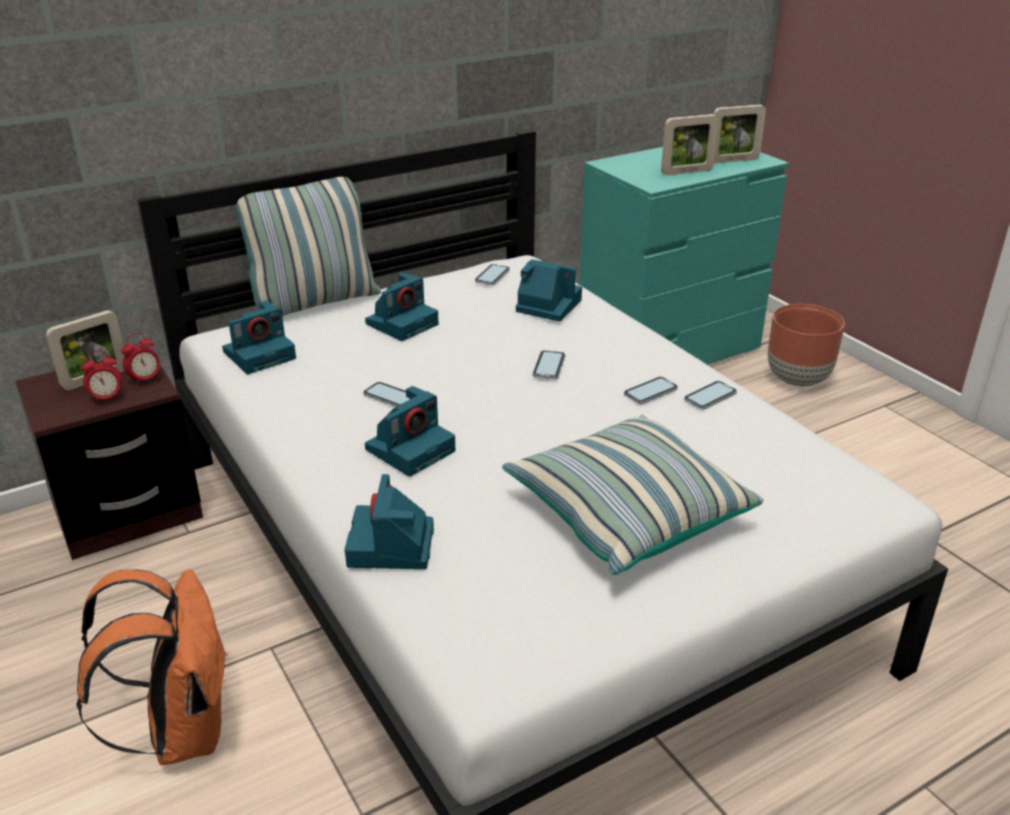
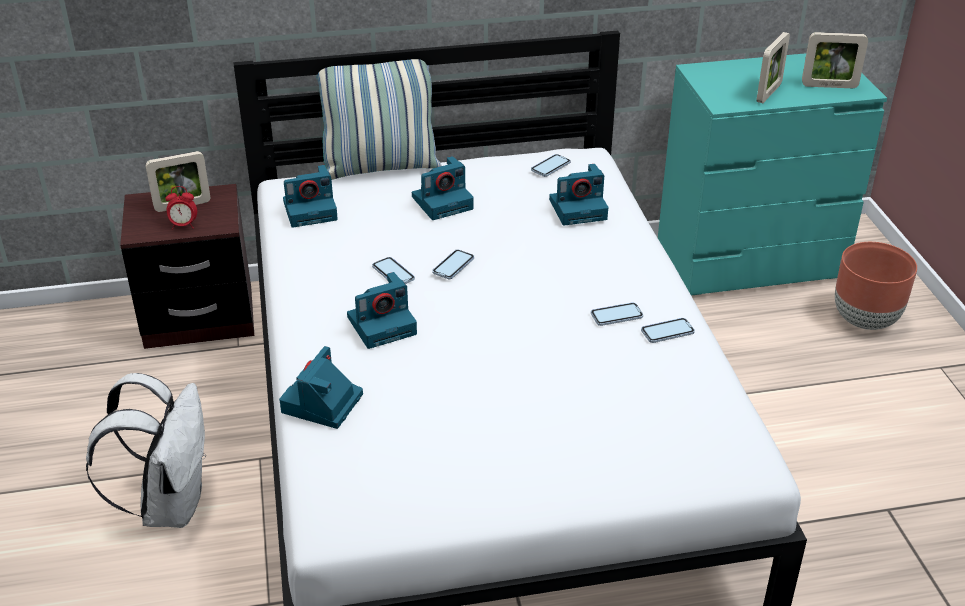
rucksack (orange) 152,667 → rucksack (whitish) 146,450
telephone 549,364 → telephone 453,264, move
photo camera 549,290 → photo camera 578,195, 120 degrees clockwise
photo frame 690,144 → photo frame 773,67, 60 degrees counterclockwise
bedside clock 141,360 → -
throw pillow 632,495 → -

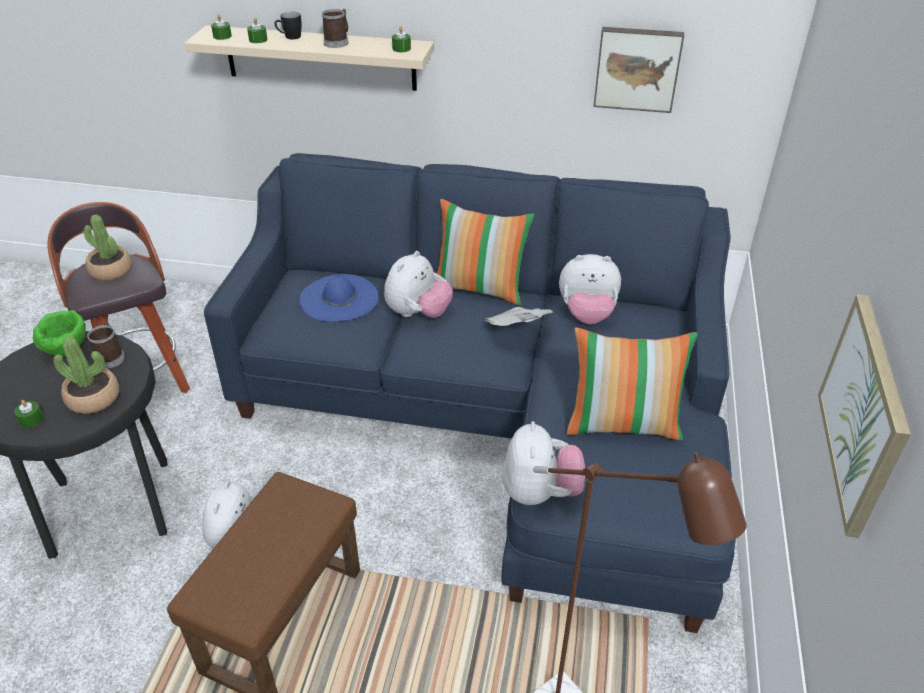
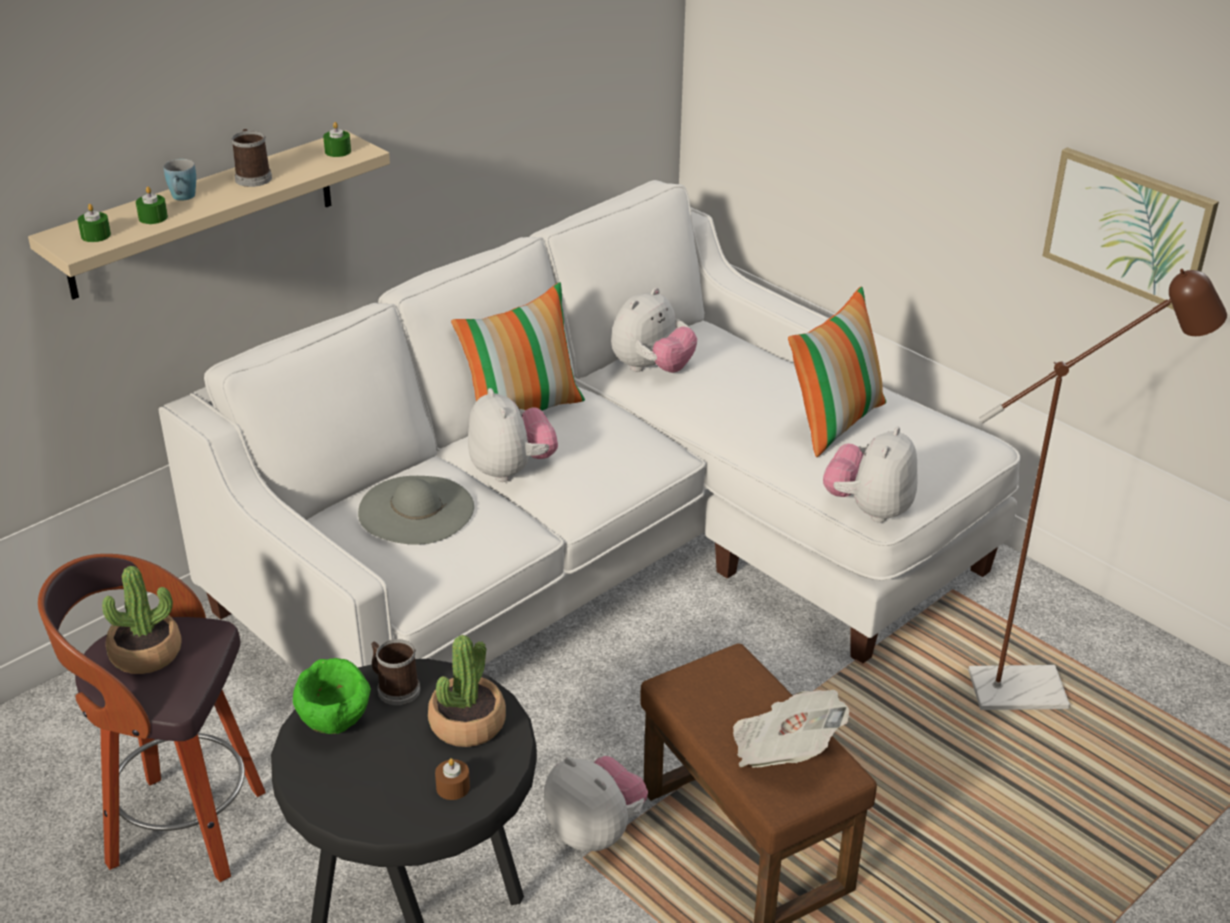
settee (blue-coloured) 470,393 → settee (whitish) 589,427
tea mug (black-coloured) 288,26 → tea mug (blue-coloured) 180,180
hat (blue-coloured) 339,298 → hat (greyish) 416,510
wax candle (greenish) 29,414 → wax candle (brown-coloured) 452,779
daily paper 519,316 → daily paper 791,729, move
plush toy 543,463 → plush toy 870,475, 105 degrees counterclockwise
wall picture 639,70 → -

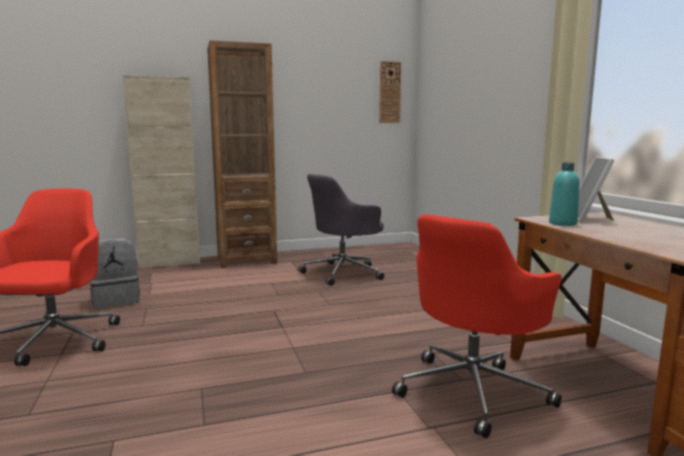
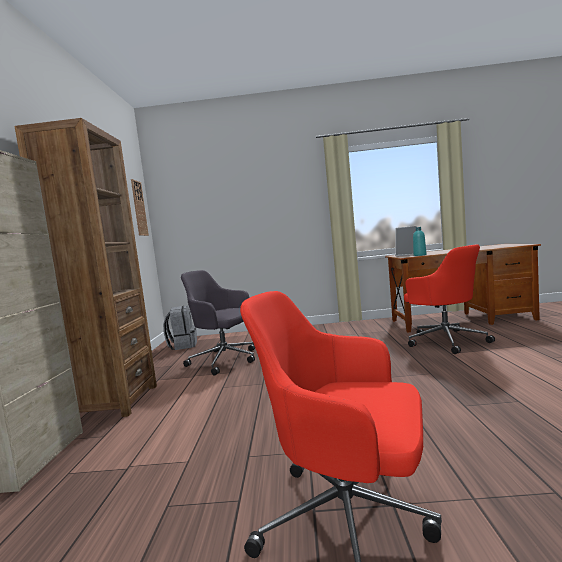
rucksack (greyish) 115,273 → rucksack (greyish) 180,328, move
desk chair (greyish) 341,230 → desk chair (greyish) 218,322, 135 degrees clockwise

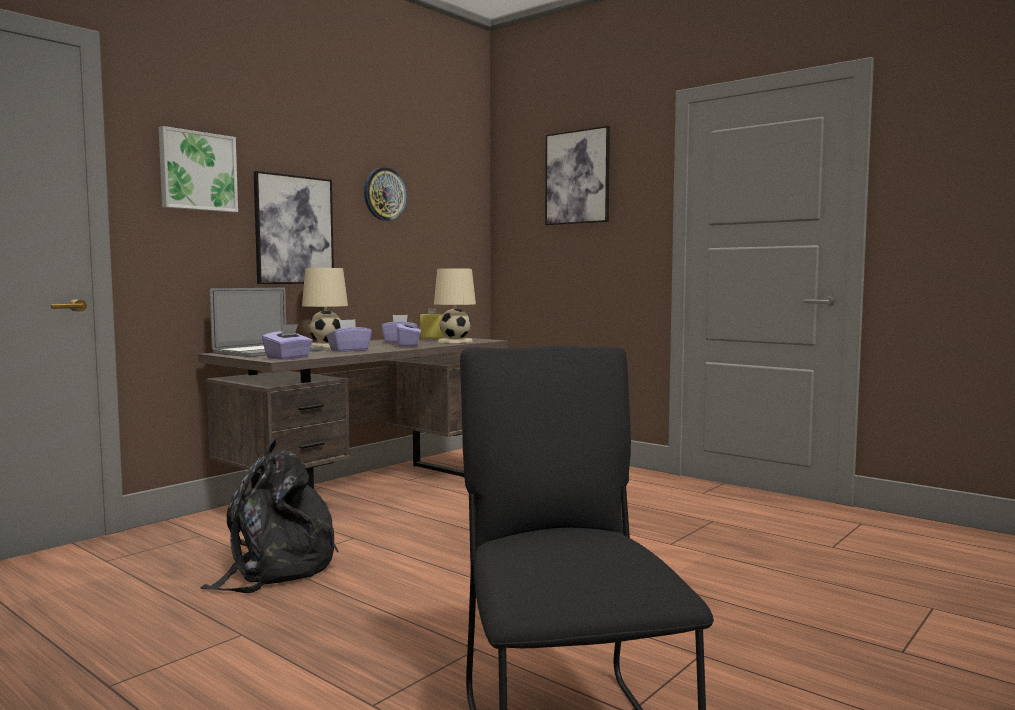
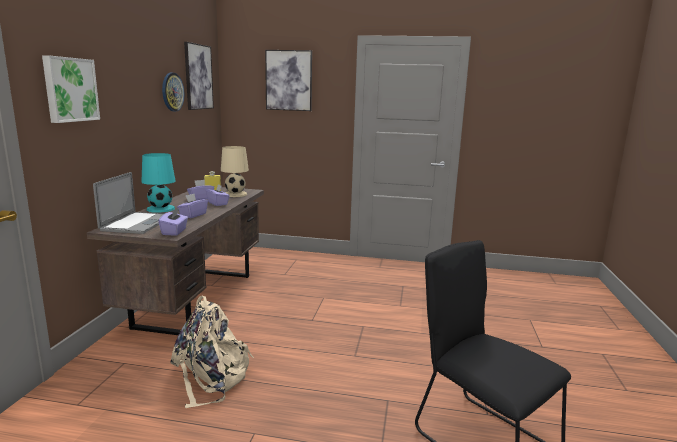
table lamp (beige-coloured) 325,308 → table lamp (turquoise) 158,183
rucksack (black-coloured) 269,515 → rucksack (beige-coloured) 212,352
wall picture 294,227 → wall picture 199,76, move

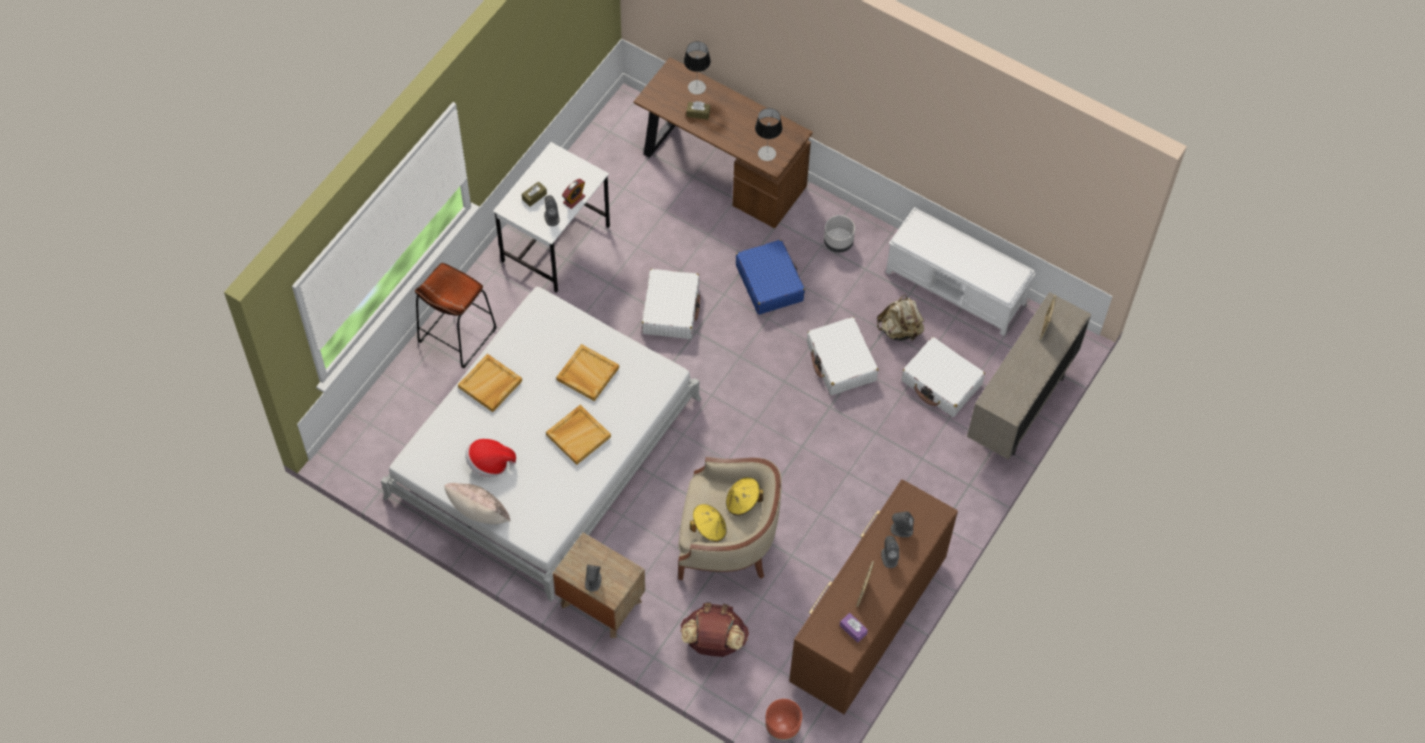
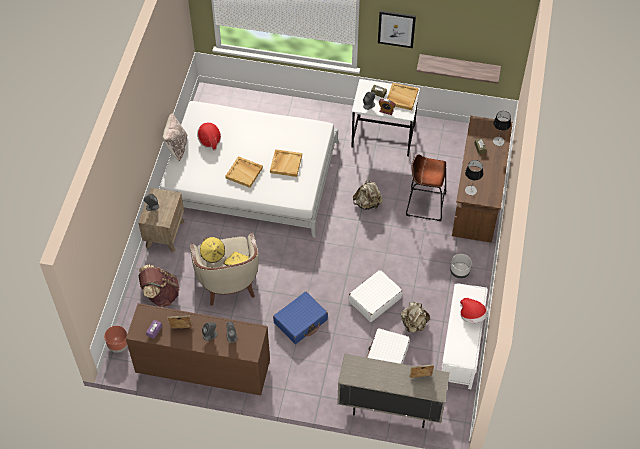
piece of luggage (blue-coloured) 770,277 → piece of luggage (blue-coloured) 300,317, move
piece of luggage (whitish) 671,304 → rucksack (beige-coloured) 368,194
- → wall picture 397,29
carrying tray (beige-coloured) 490,383 → carrying tray (beige-coloured) 403,96, move
stool (brown-coloured) 455,315 → stool (brown-coloured) 426,187, move
- → bracket shelf 458,69
- → hat 474,310

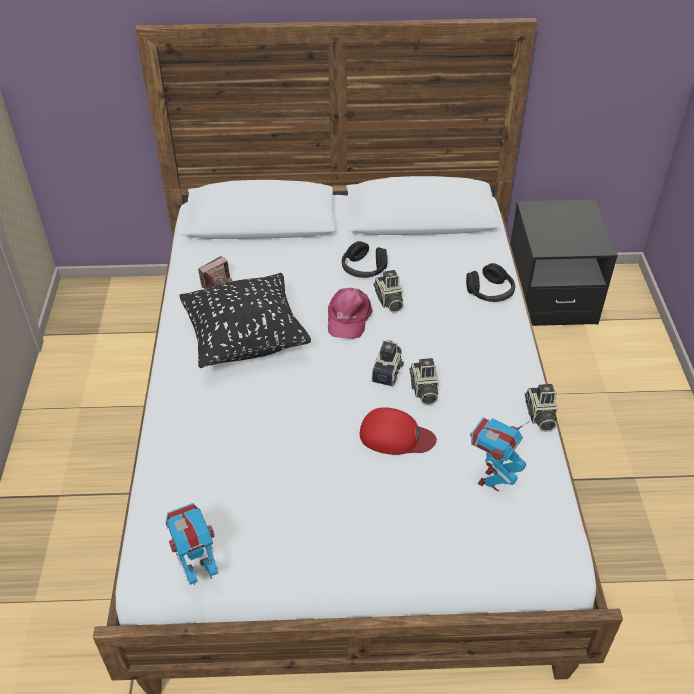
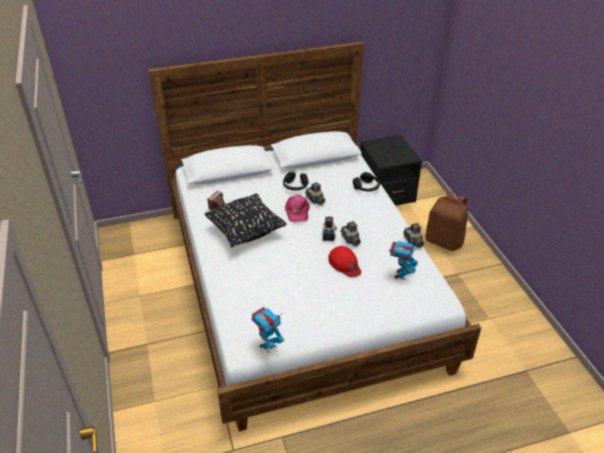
baseball cap (reddish) 398,431 → baseball cap (reddish) 344,261, 60 degrees clockwise
- → rucksack (brown-coloured) 447,221

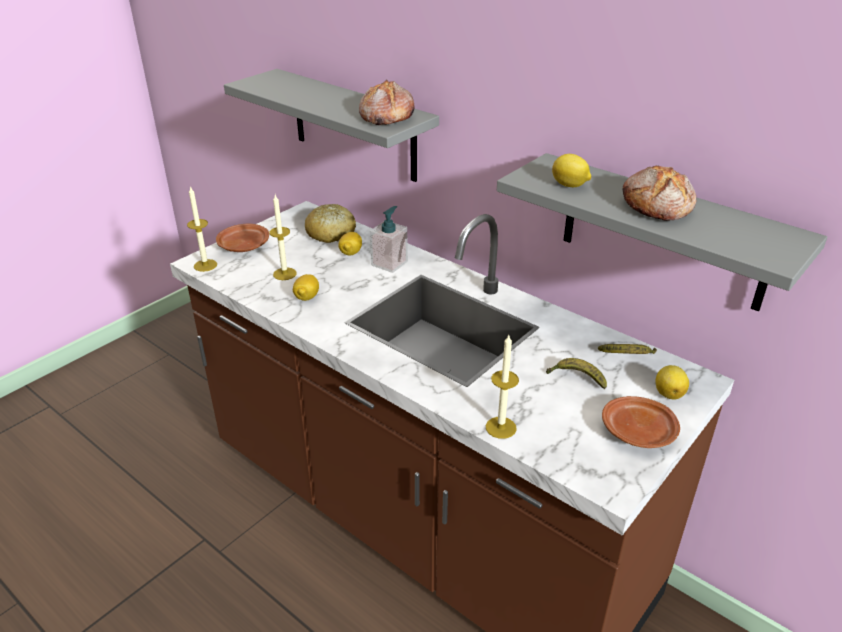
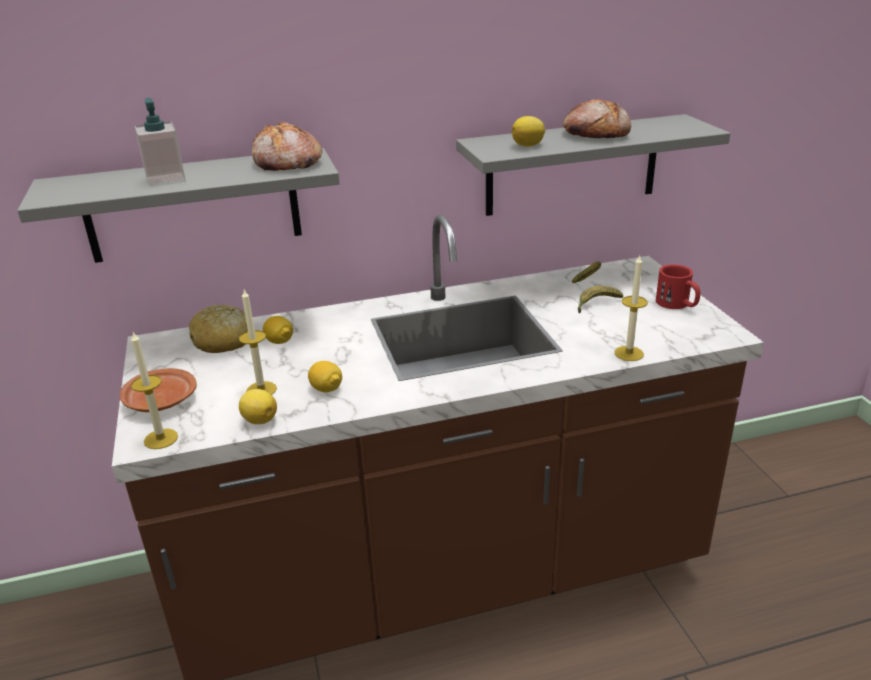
soap dispenser 389,239 → soap dispenser 160,142, move
citrus fruit 672,382 → citrus fruit 258,406, move
dinner plate (brown-coloured) 641,422 → tea mug (reddish) 678,286

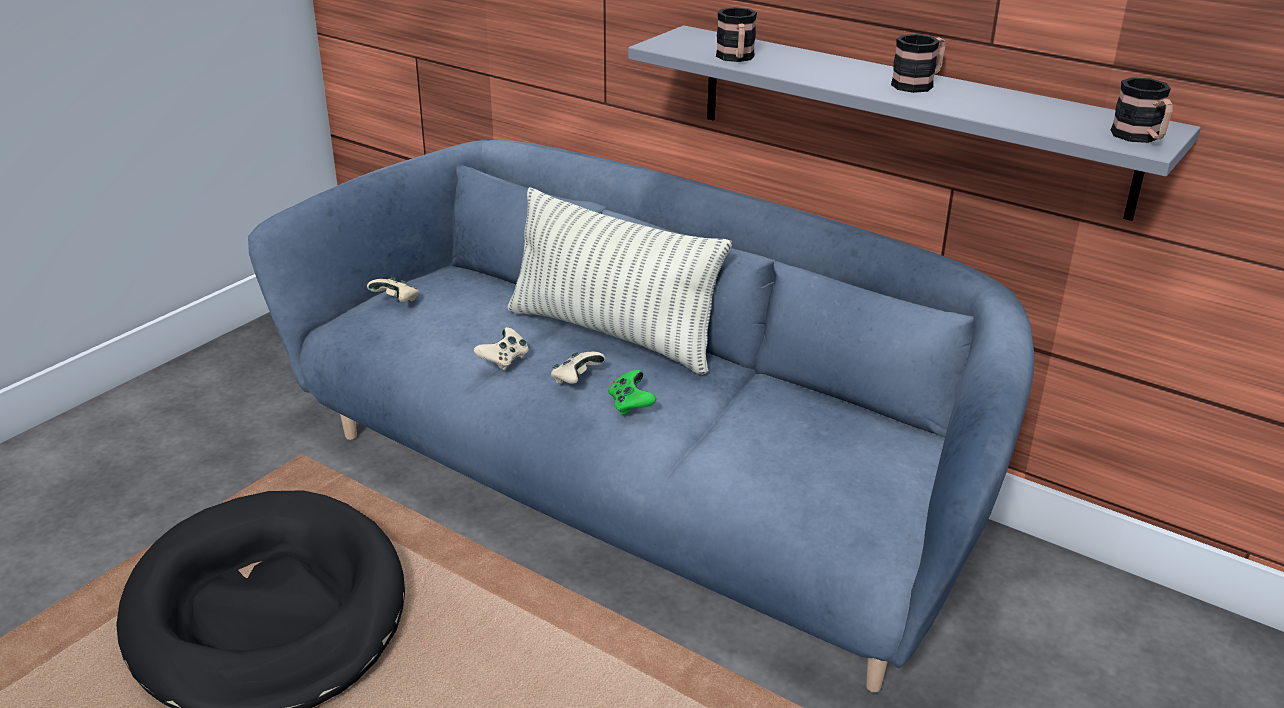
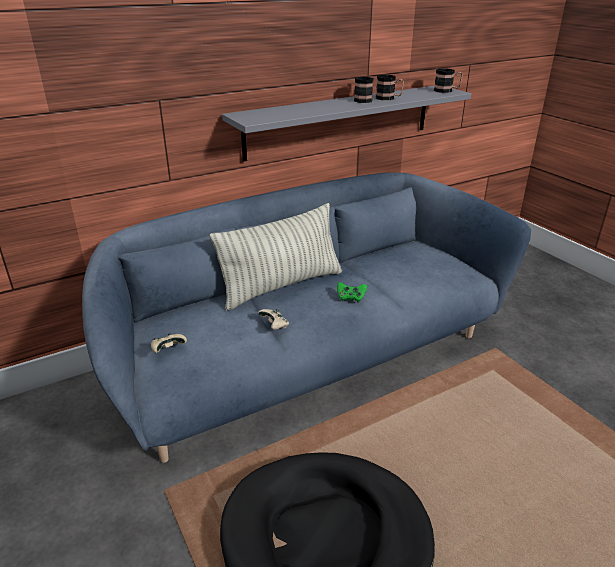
tea mug 736,34 → tea mug 390,87, move
game controller (beige-coloured) 578,368 → -

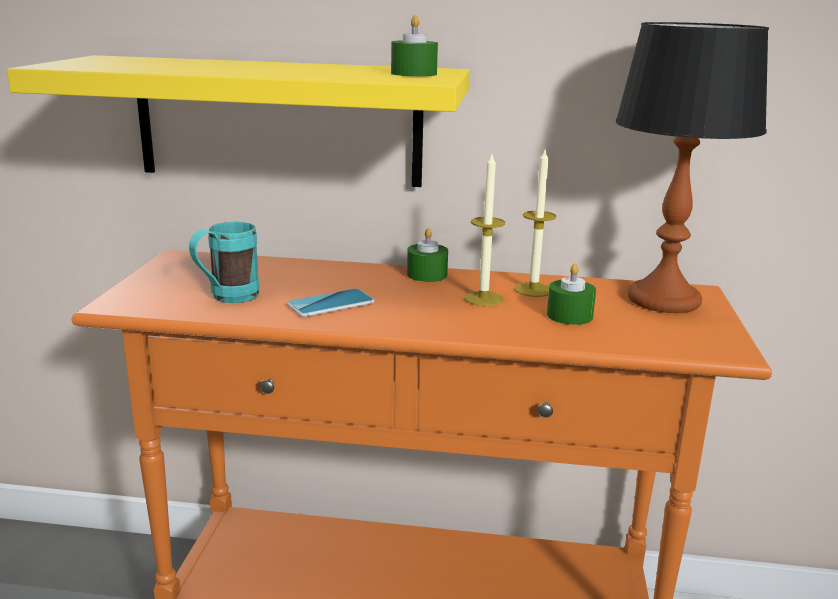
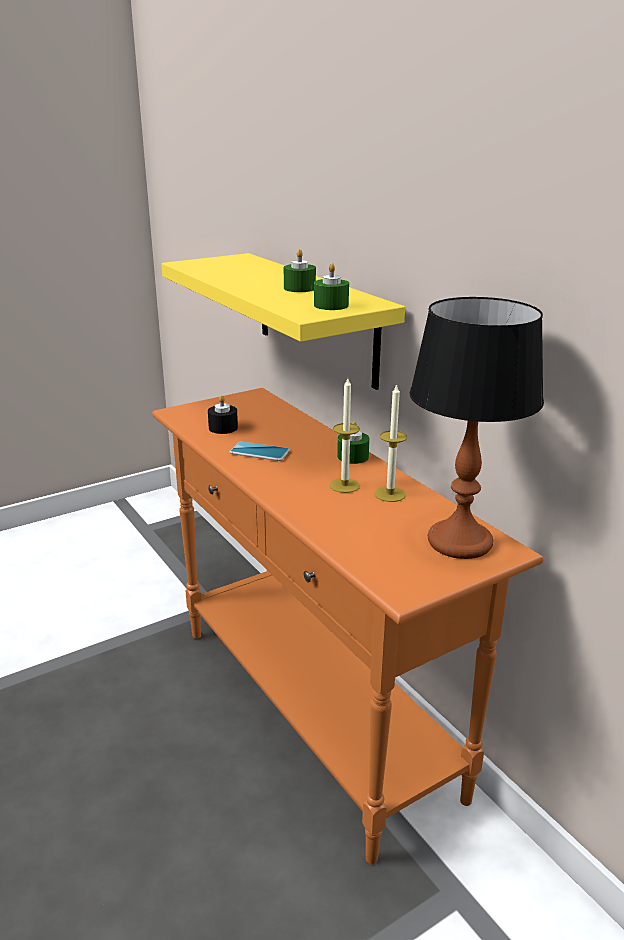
tea mug (turquoise) 224,262 → wax candle (black-coloured) 223,414
wax candle (greenish) 571,294 → wax candle (greenish) 300,270, move

